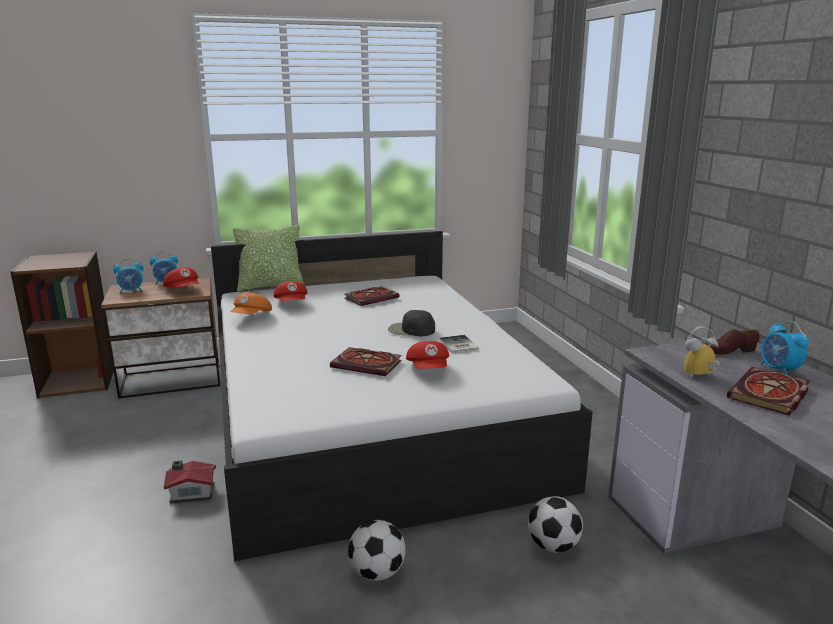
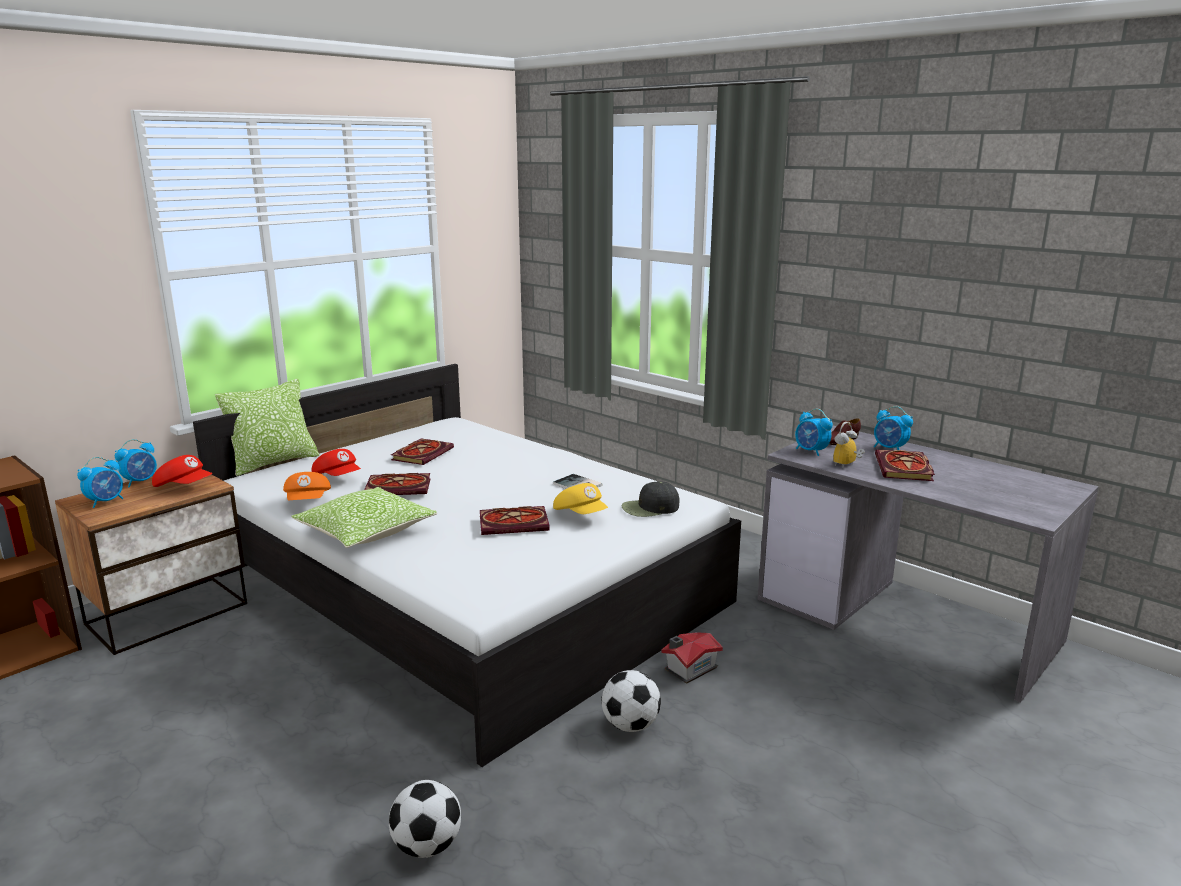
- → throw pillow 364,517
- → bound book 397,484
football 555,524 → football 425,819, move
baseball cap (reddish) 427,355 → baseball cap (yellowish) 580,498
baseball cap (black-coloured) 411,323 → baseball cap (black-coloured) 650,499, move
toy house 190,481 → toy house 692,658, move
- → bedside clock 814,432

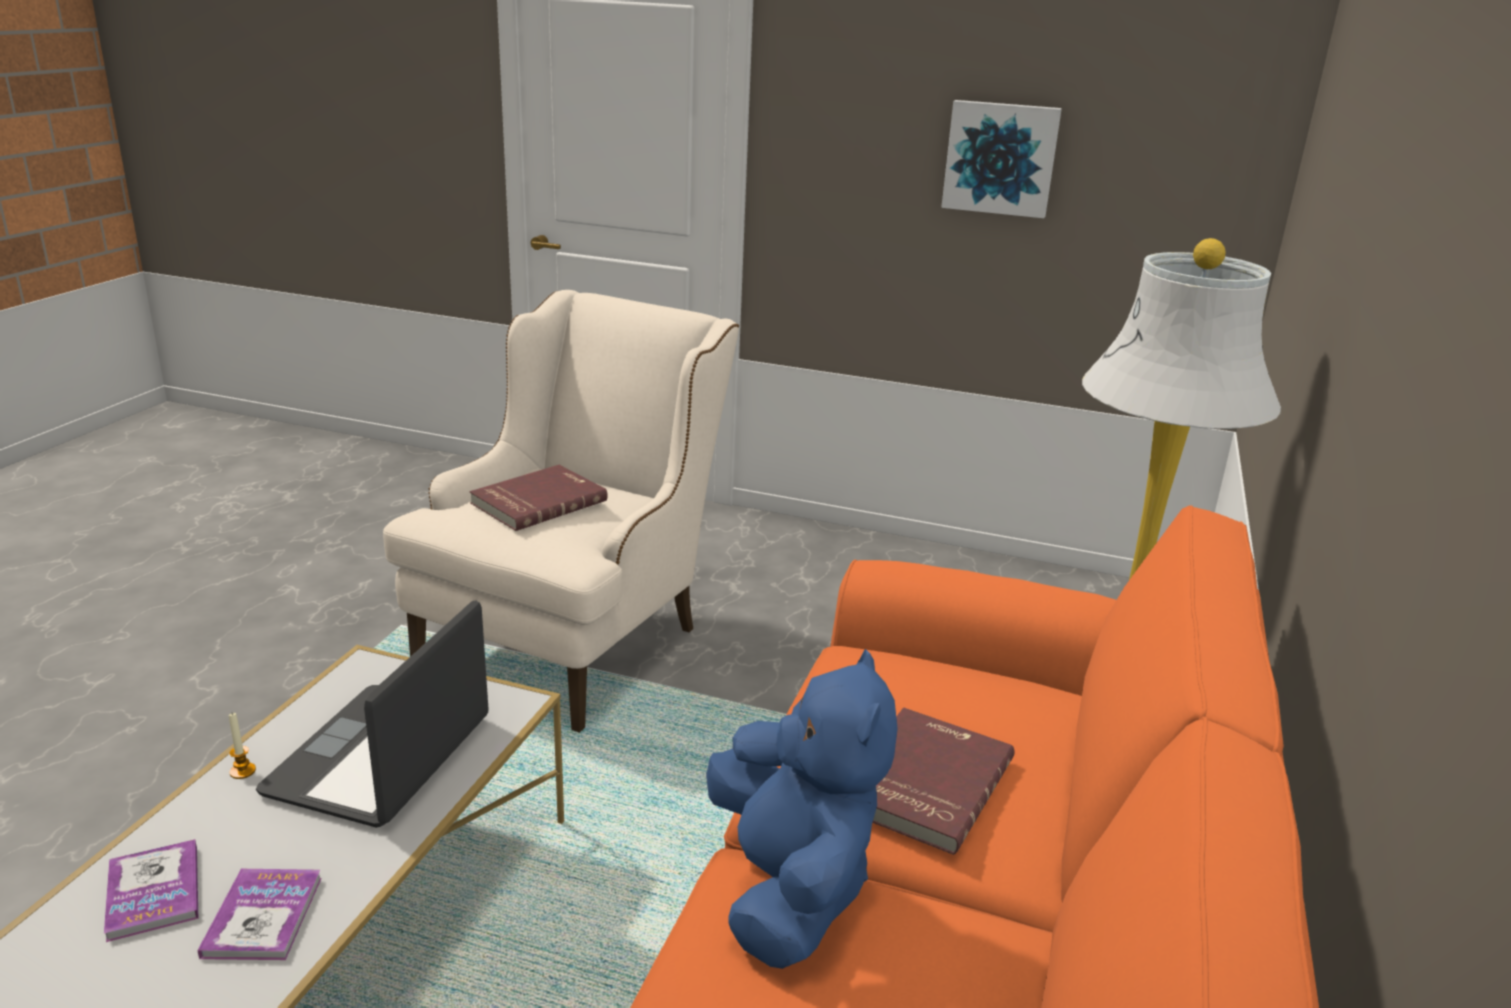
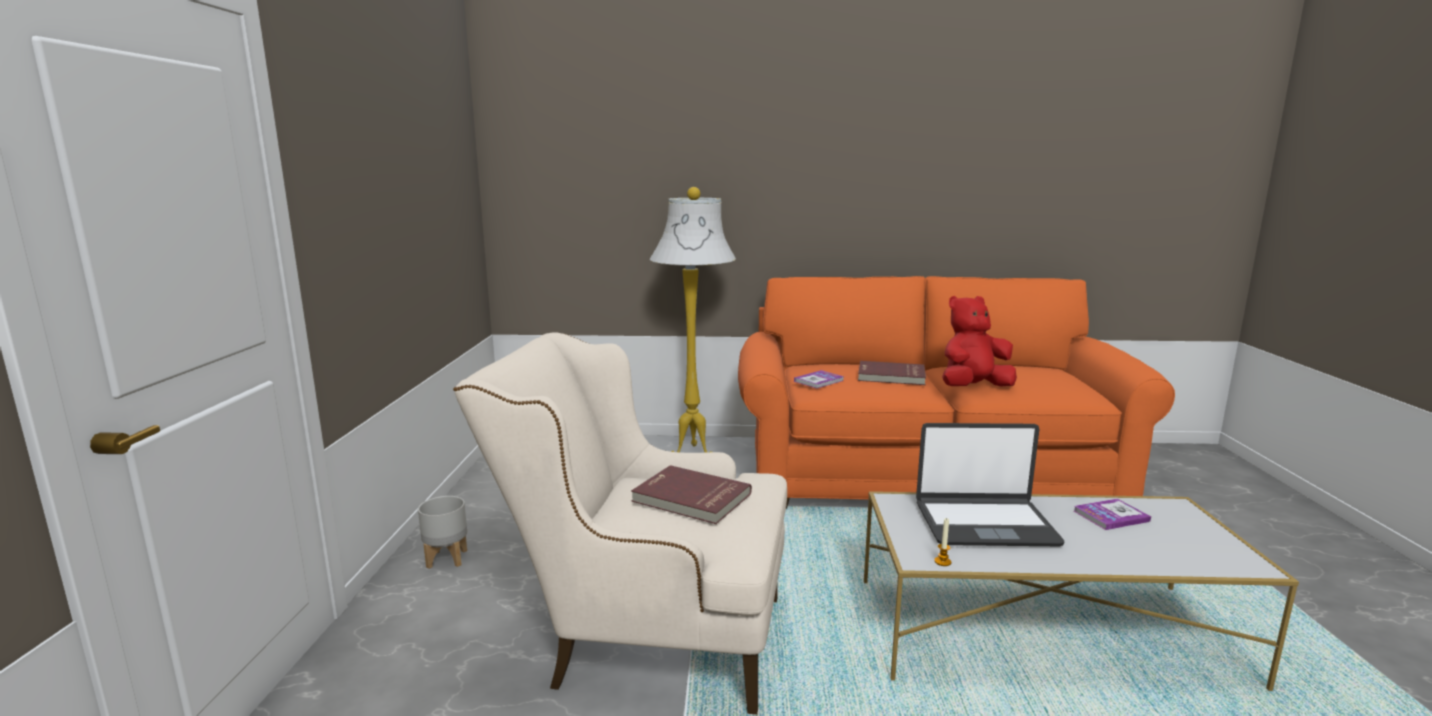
- → flower pot (greyish) 442,532
bound book 151,890 → bound book 819,379, move
wax candle 242,746 → wax candle 942,542, move
plush toy (blue-coloured) 802,809 → plush toy (reddish) 979,341
wall picture 1001,159 → -

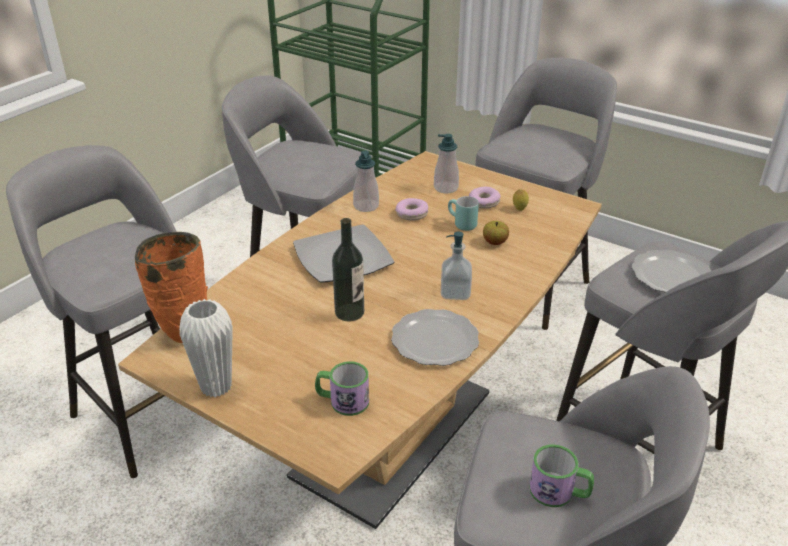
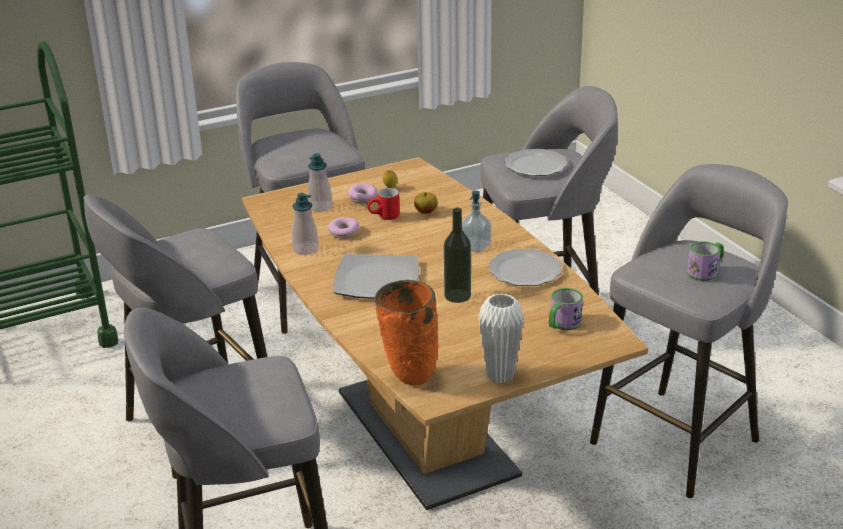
tea mug (turquoise) 463,213 → tea mug (reddish) 383,204

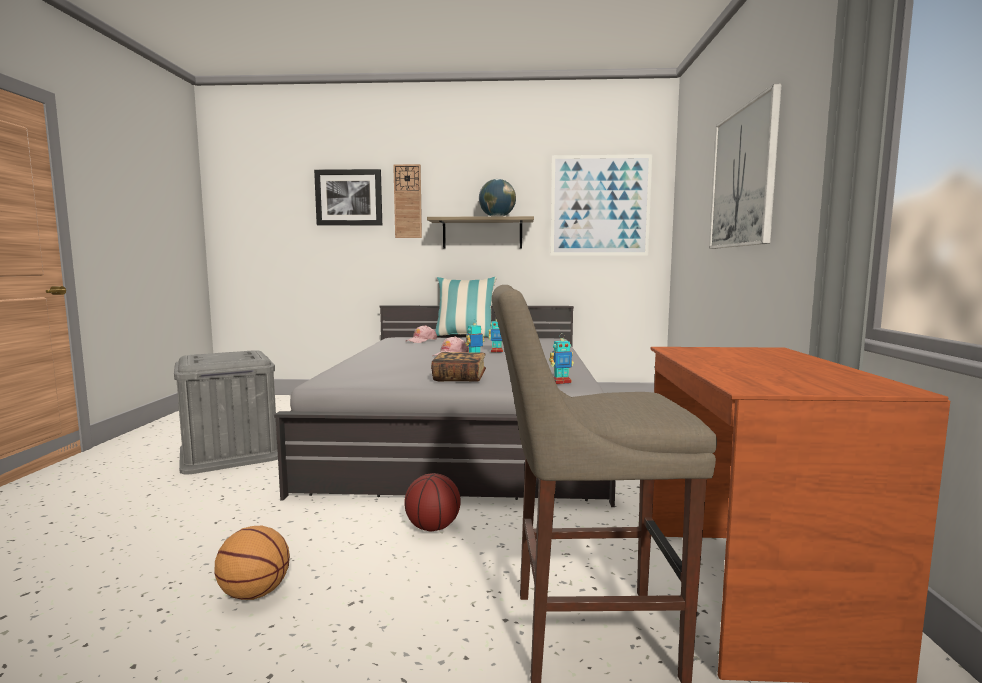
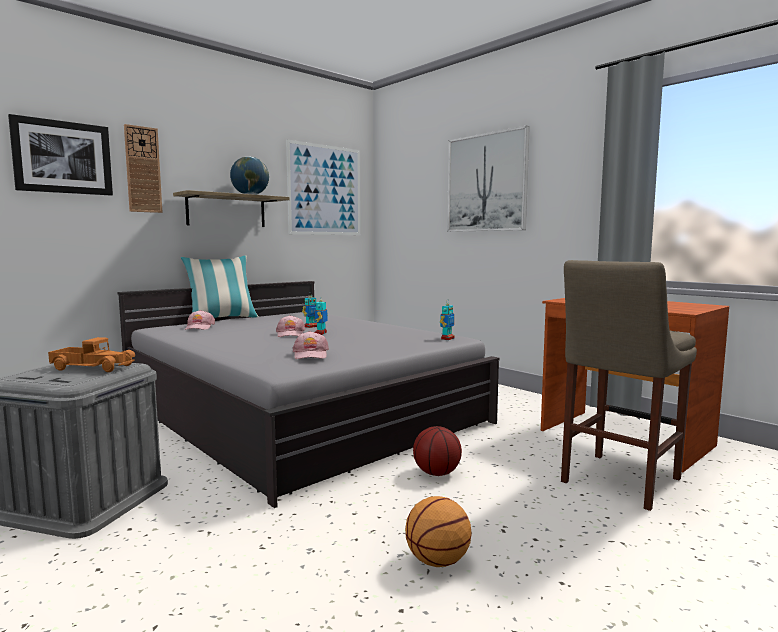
- → toy truck 91,354
- → baseball cap (pinkish) 310,345
bound book 458,367 → -

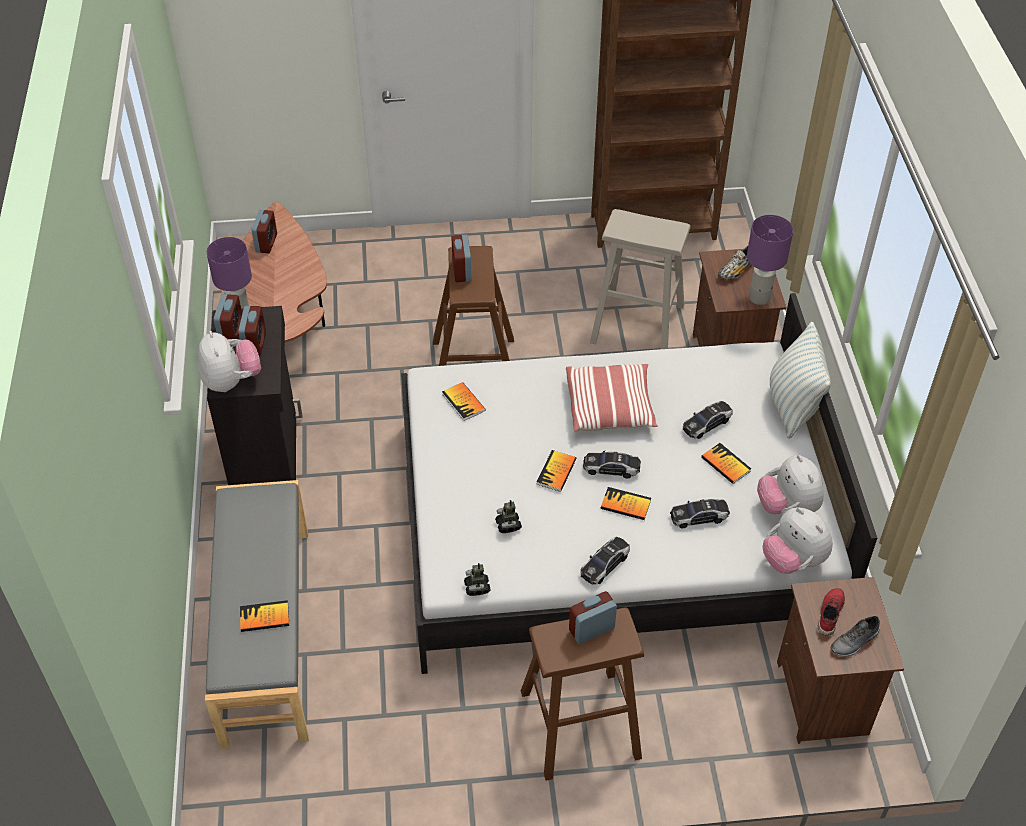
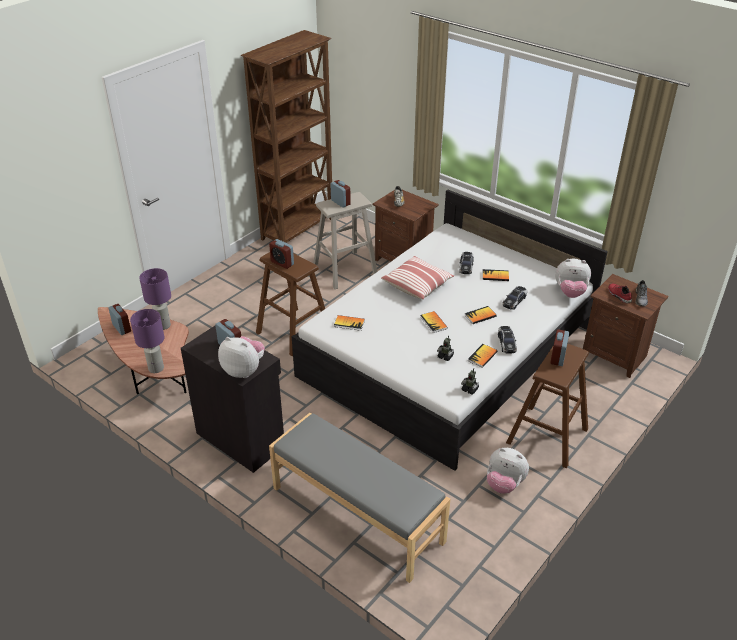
table lamp (purple-coloured) 770,260 → table lamp (purple-coloured) 155,299, move
bedside clock 228,316 → bedside clock 341,193, move
bound book 264,616 → bound book 483,356, move
plush toy 790,484 → plush toy 508,471, move
toy car 612,464 → -
throw pillow 800,380 → -

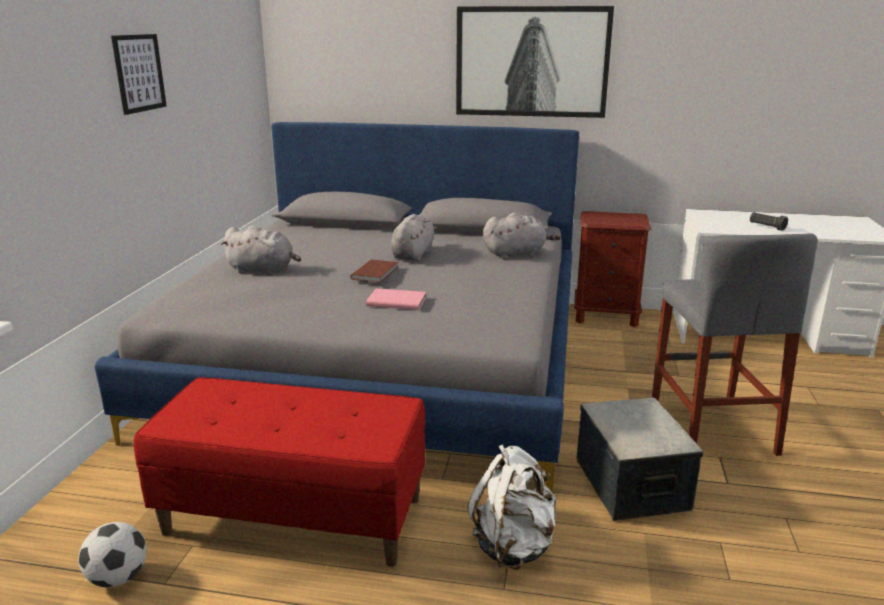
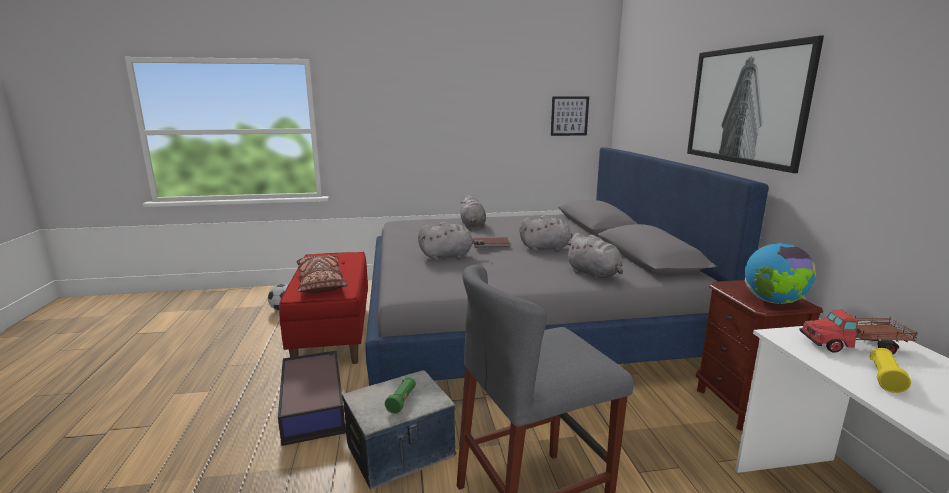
rucksack (whitish) 512,507 → storage box 312,398
- → throw pillow (brown-coloured) 322,274
- → hand torch (greenish) 400,395
bound book (pinkish) 396,299 → plush toy (greyish) 451,241
wall picture 139,74 → wall picture 570,116, move
- → desk globe 780,273
- → toy truck 858,331
hand torch (black-coloured) 769,221 → hand torch (yellowish) 890,370

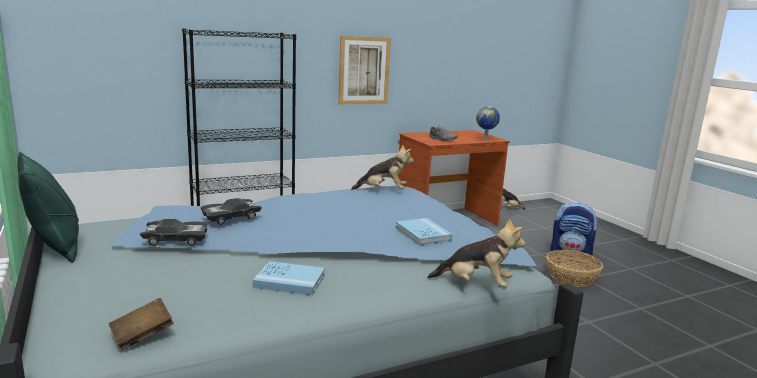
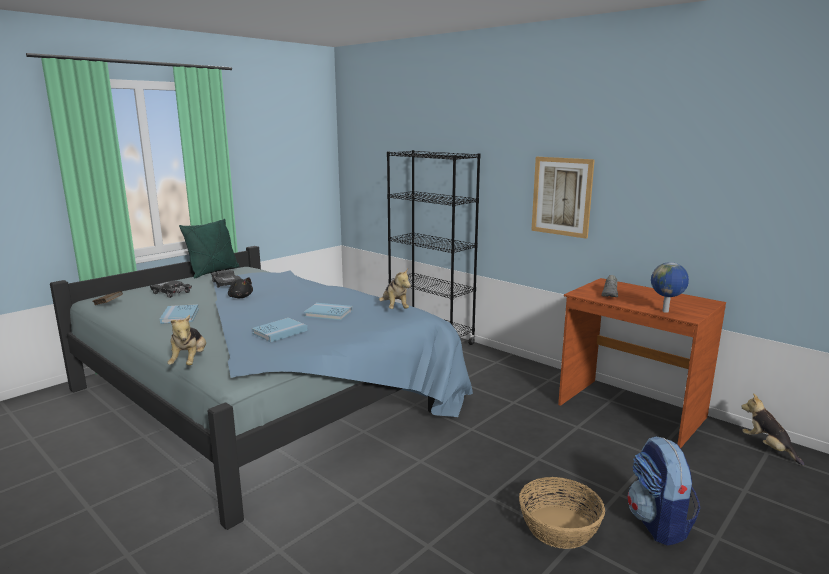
toy car (black-coloured) 231,211 → toy car (black-coloured) 171,289, move
- → plush toy (black-coloured) 240,287
- → bound book (blue-coloured) 328,311

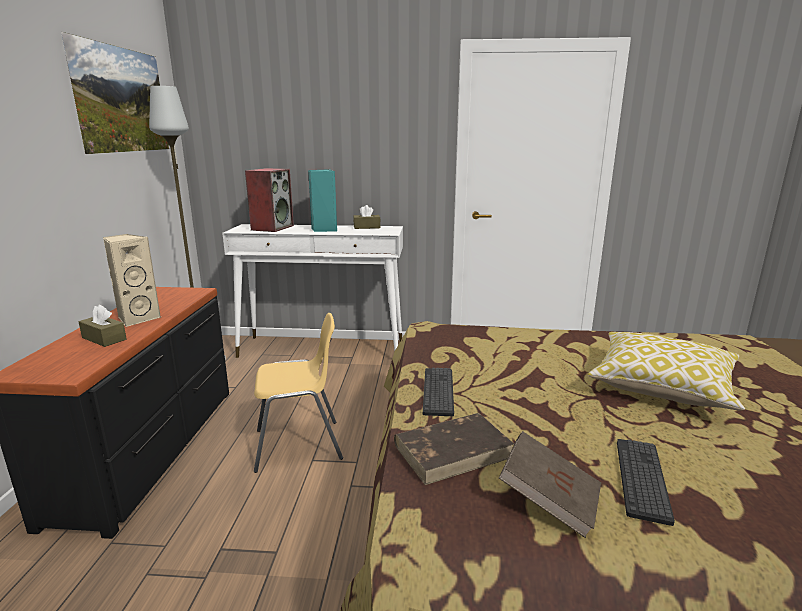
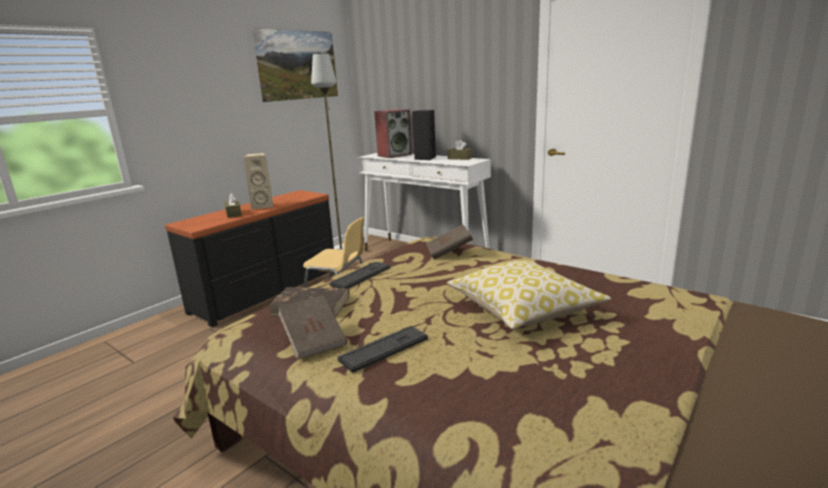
loudspeaker (turquoise) 322,200 → loudspeaker (black-coloured) 424,135
- → bound book (brown-coloured) 449,242

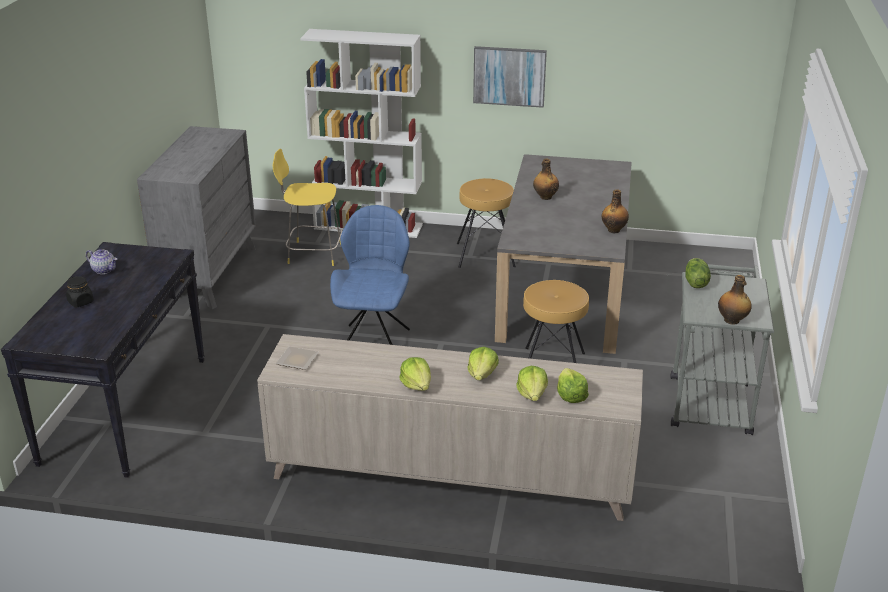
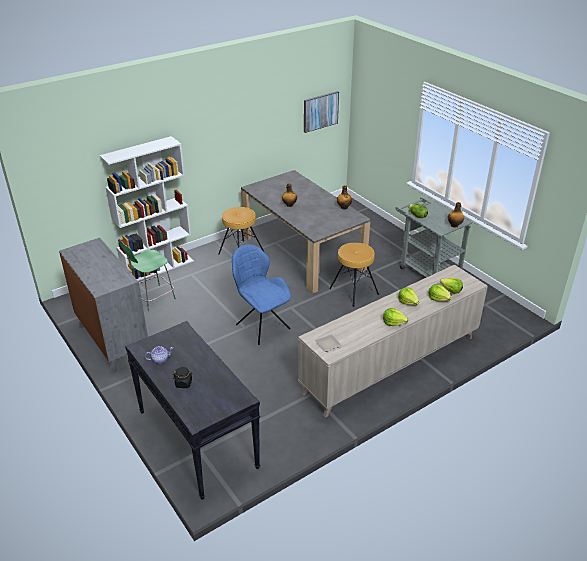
plain chair (yellowish) 307,207 → plain chair (greenish) 147,276
wall picture 510,77 → wall picture 321,112, move

